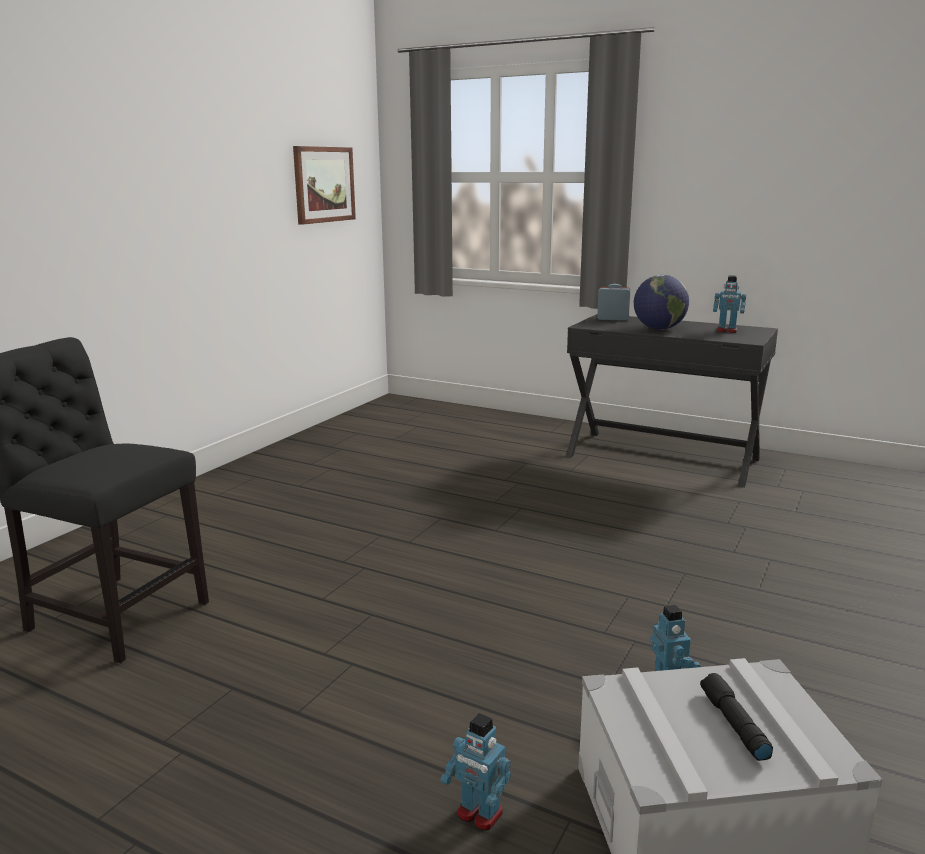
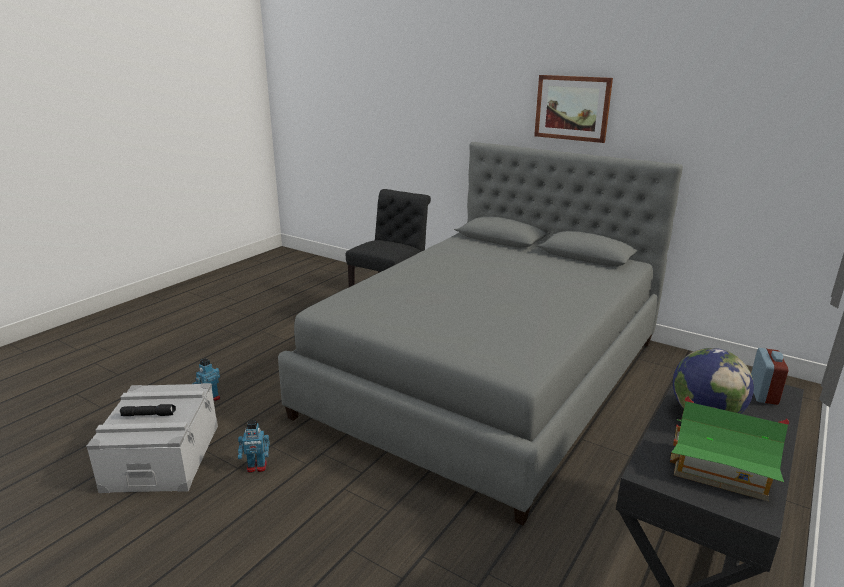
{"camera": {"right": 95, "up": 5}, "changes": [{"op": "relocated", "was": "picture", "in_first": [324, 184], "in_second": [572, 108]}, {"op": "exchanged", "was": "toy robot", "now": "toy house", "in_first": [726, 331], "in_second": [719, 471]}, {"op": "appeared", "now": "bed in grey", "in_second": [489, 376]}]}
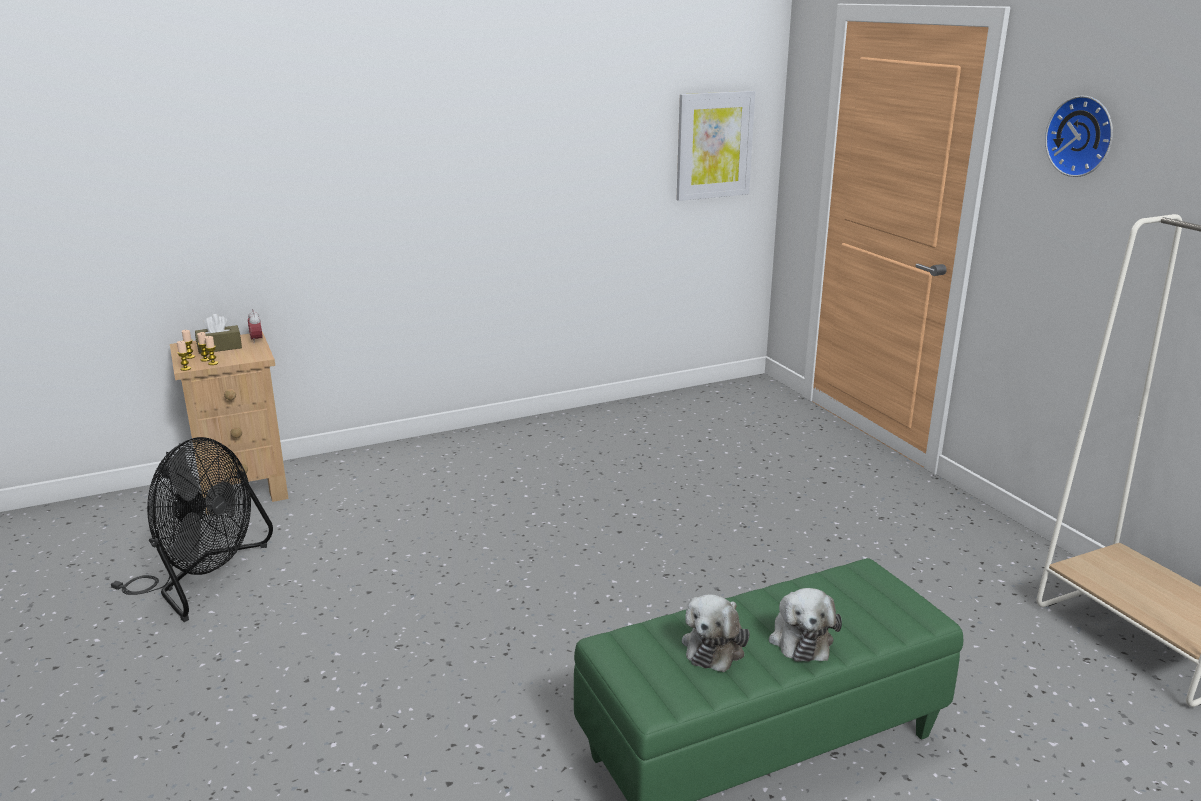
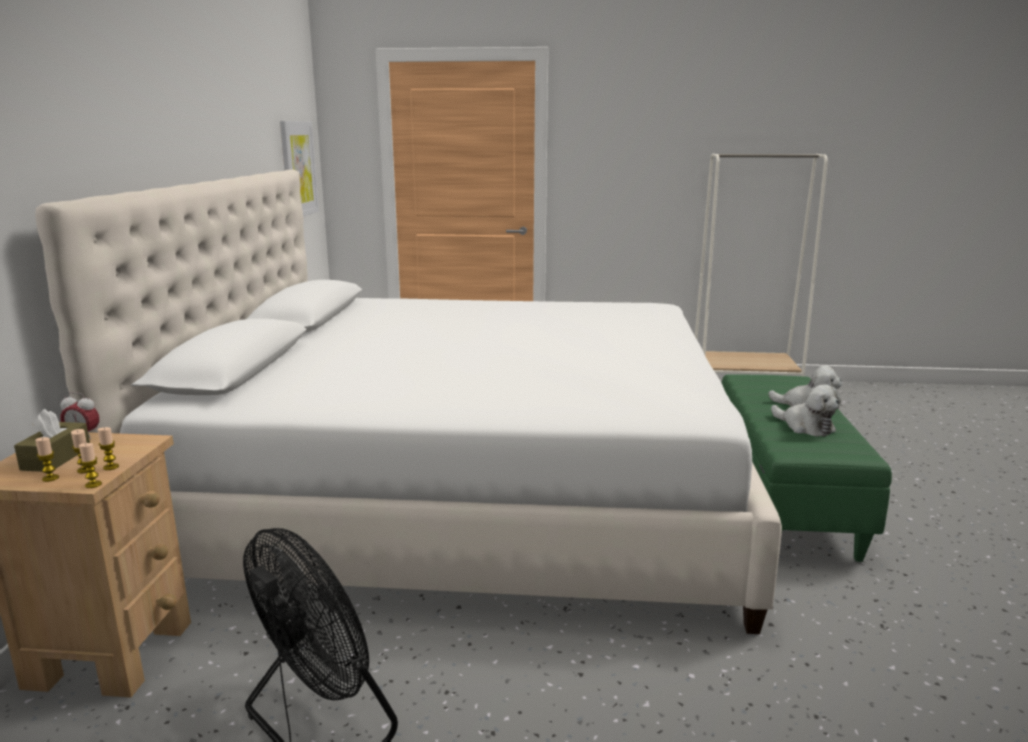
{"camera": {"right": -60, "up": -5}, "changes": [{"op": "missing", "was": "wall clock", "in_first": [1082, 136]}, {"op": "appeared", "now": "bed in white", "in_second": [465, 487]}]}
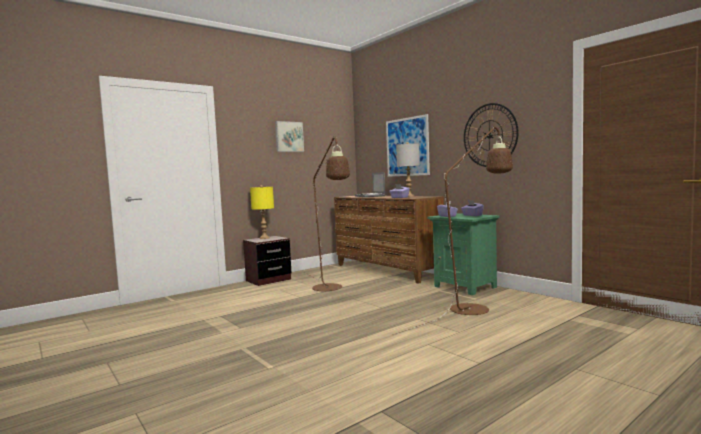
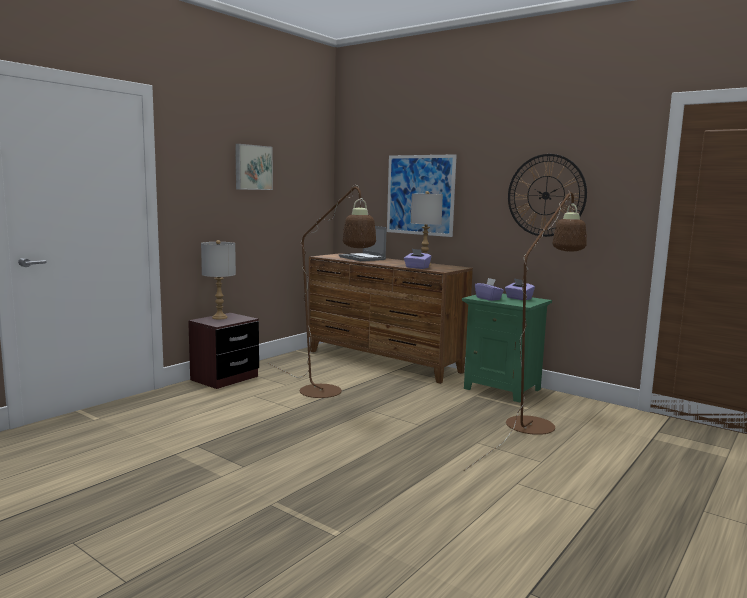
{"camera": {"right": -15, "up": 5}, "changes": [{"op": "colour", "was": "table lamp in yellow", "now": "table lamp in grey", "in_first": [264, 238], "in_second": [219, 317]}]}
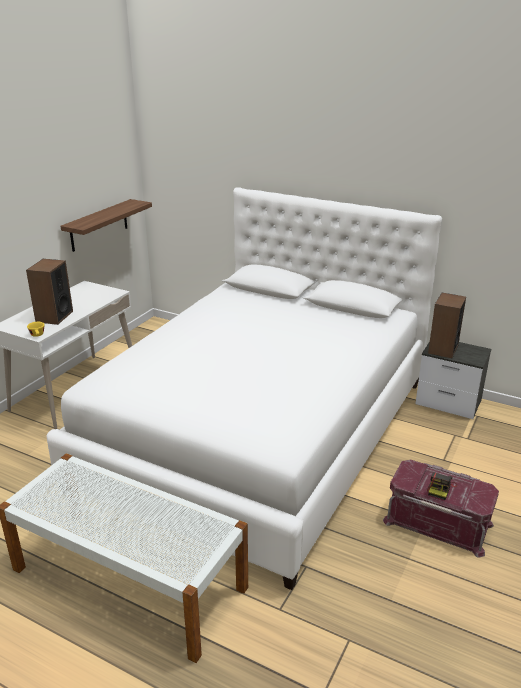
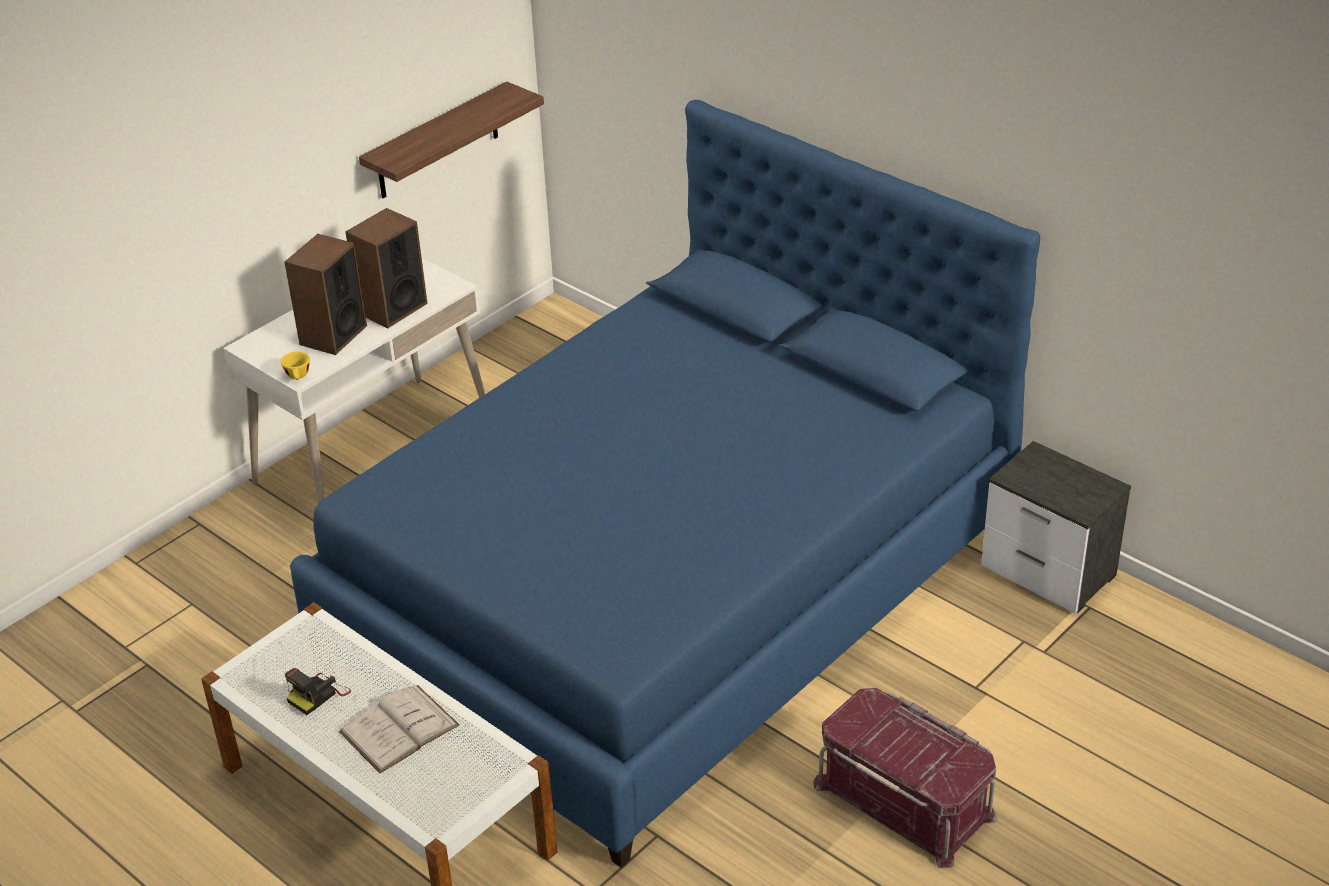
{"camera": {"right": 15, "up": 10}, "changes": [{"op": "colour", "was": "bed in white", "now": "bed in blue", "in_first": [261, 432], "in_second": [672, 586]}, {"op": "relocated", "was": "photo camera", "in_first": [440, 488], "in_second": [318, 695]}, {"op": "relocated", "was": "speaker", "in_first": [443, 349], "in_second": [392, 308]}, {"op": "appeared", "now": "book in white", "in_second": [399, 728]}]}
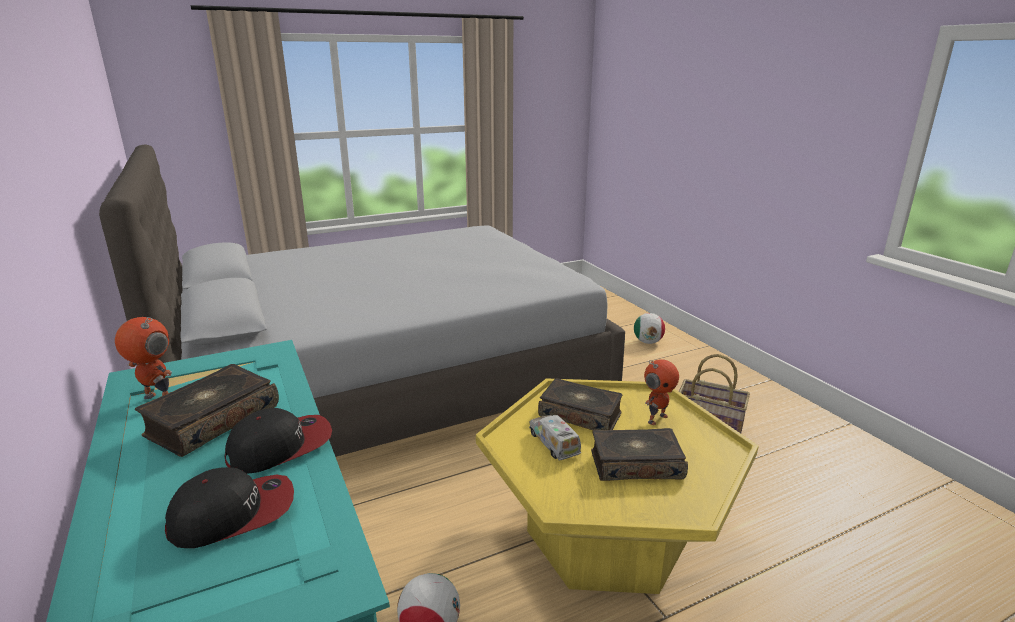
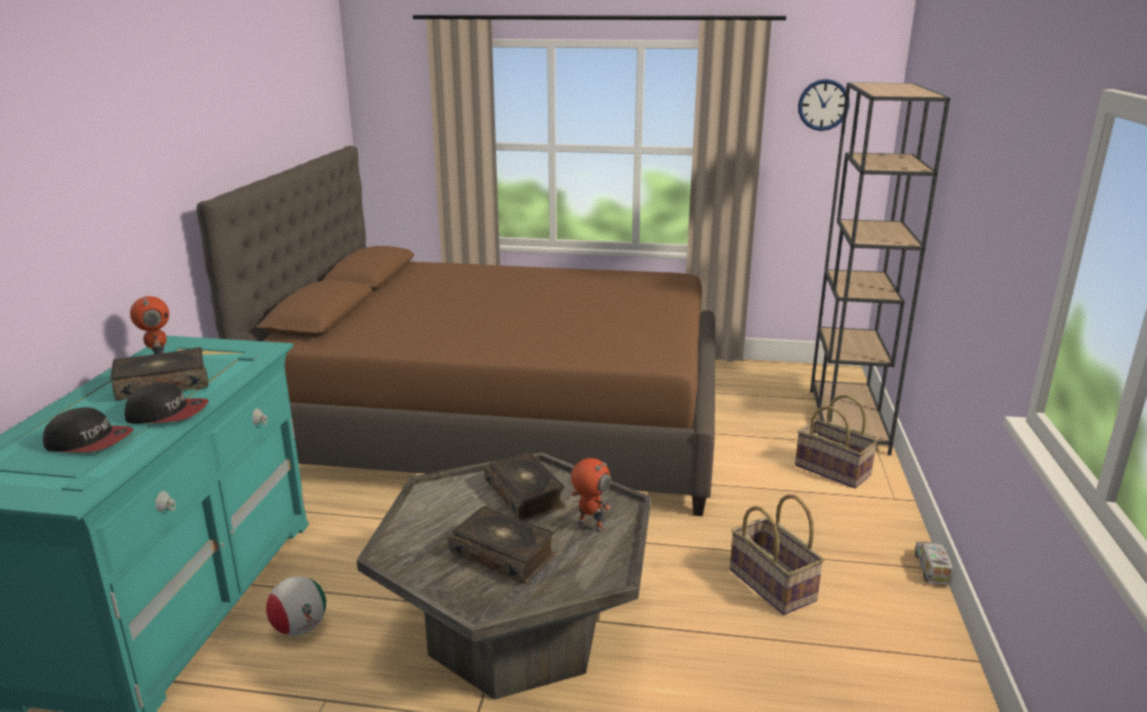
{"camera": {"right": 35, "up": 0}, "changes": [{"op": "colour", "was": "bed in grey", "now": "bed in brown", "in_first": [388, 380], "in_second": [501, 421]}, {"op": "colour", "was": "coffee table in yellow", "now": "coffee table in grey", "in_first": [608, 535], "in_second": [517, 632]}, {"op": "relocated", "was": "toy truck", "in_first": [554, 443], "in_second": [932, 569]}, {"op": "exchanged", "was": "football", "now": "basket", "in_first": [648, 342], "in_second": [833, 470]}, {"op": "spun", "was": "toy robot", "in_first": [656, 418], "in_second": [589, 526], "clockwise": -135}, {"op": "appeared", "now": "wall clock", "in_second": [823, 105]}, {"op": "appeared", "now": "bookcase", "in_second": [848, 421]}]}
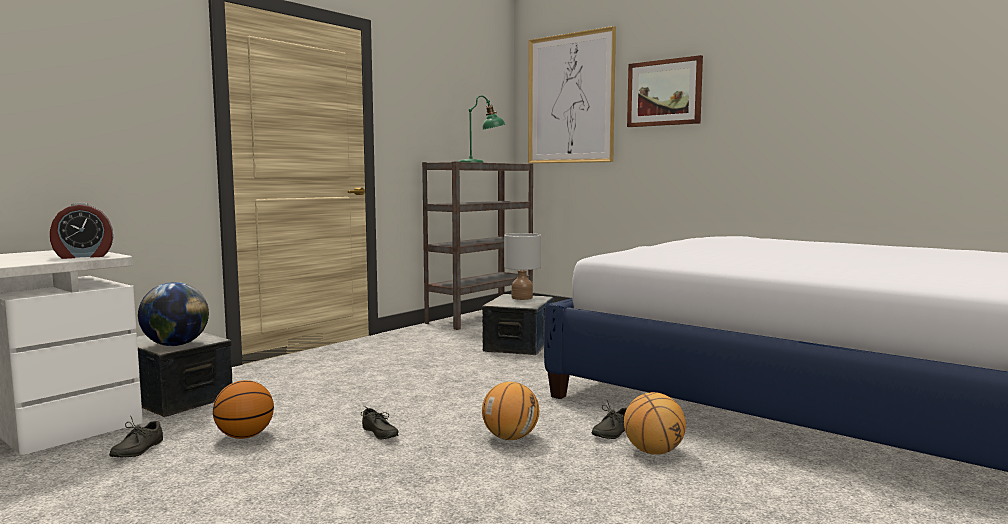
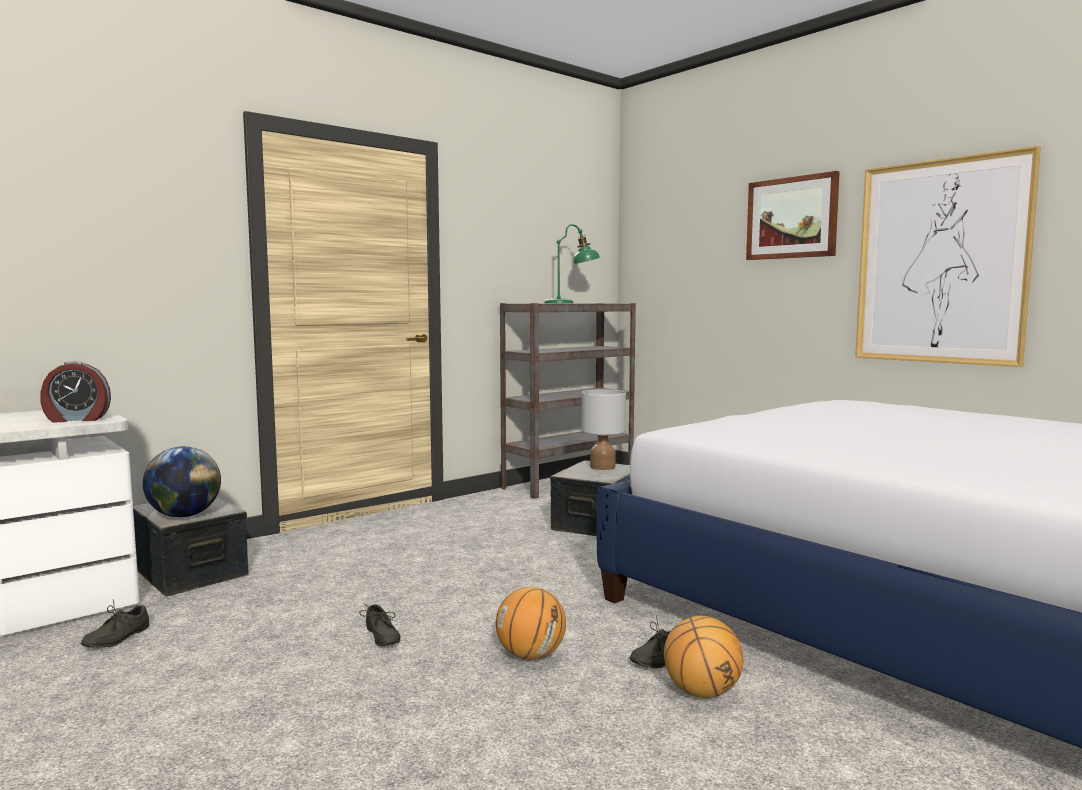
{"camera": {"right": 10, "up": 0}, "changes": [{"op": "missing", "was": "basketball", "in_first": [245, 436]}, {"op": "relocated", "was": "picture", "in_first": [570, 99], "in_second": [940, 262]}]}
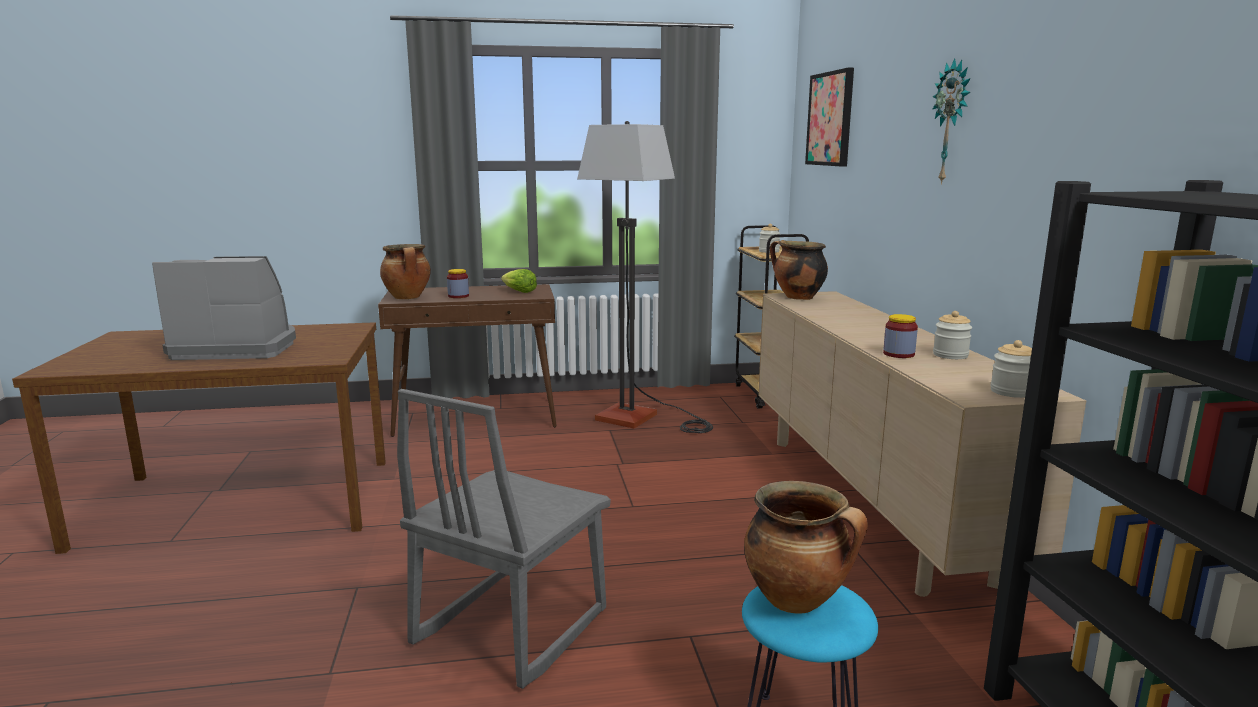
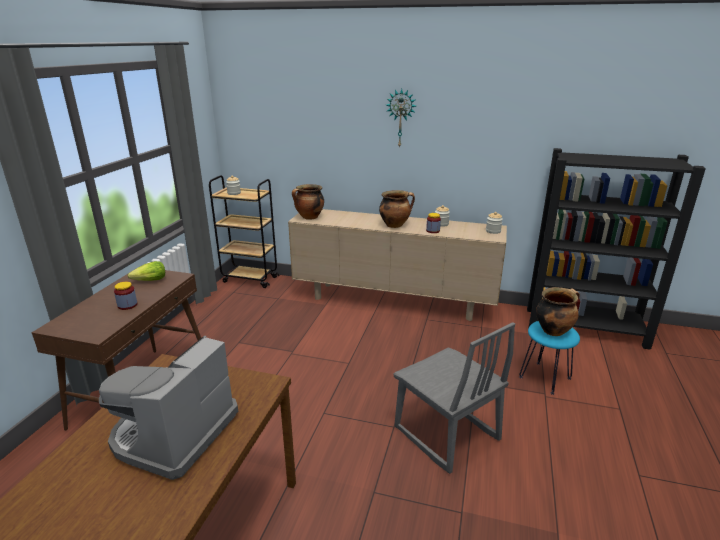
{"camera": {"right": -65, "up": 10}, "changes": [{"op": "relocated", "was": "cooking pot", "in_first": [408, 297], "in_second": [395, 225]}, {"op": "missing", "was": "floor lamp", "in_first": [643, 418]}, {"op": "missing", "was": "picture", "in_first": [830, 119]}]}
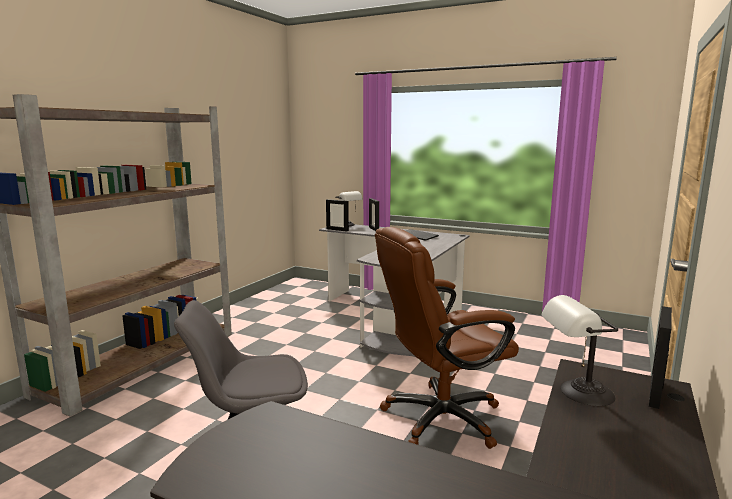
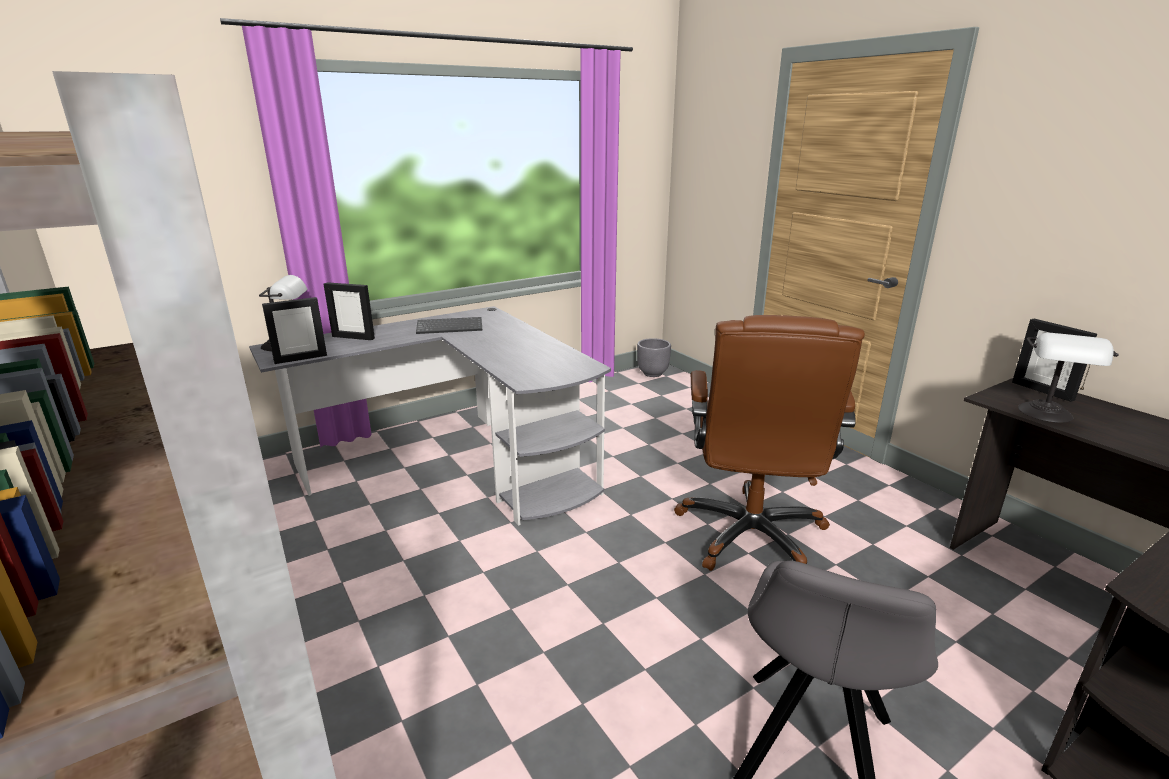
{"camera": {"right": -60, "up": 10}, "changes": [{"op": "appeared", "now": "planter in grey", "in_second": [652, 374]}]}
